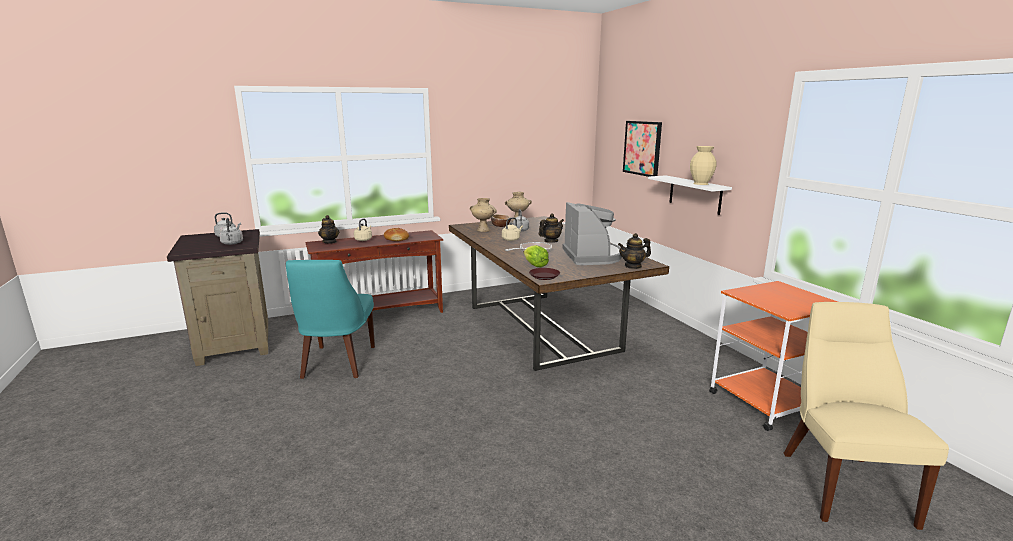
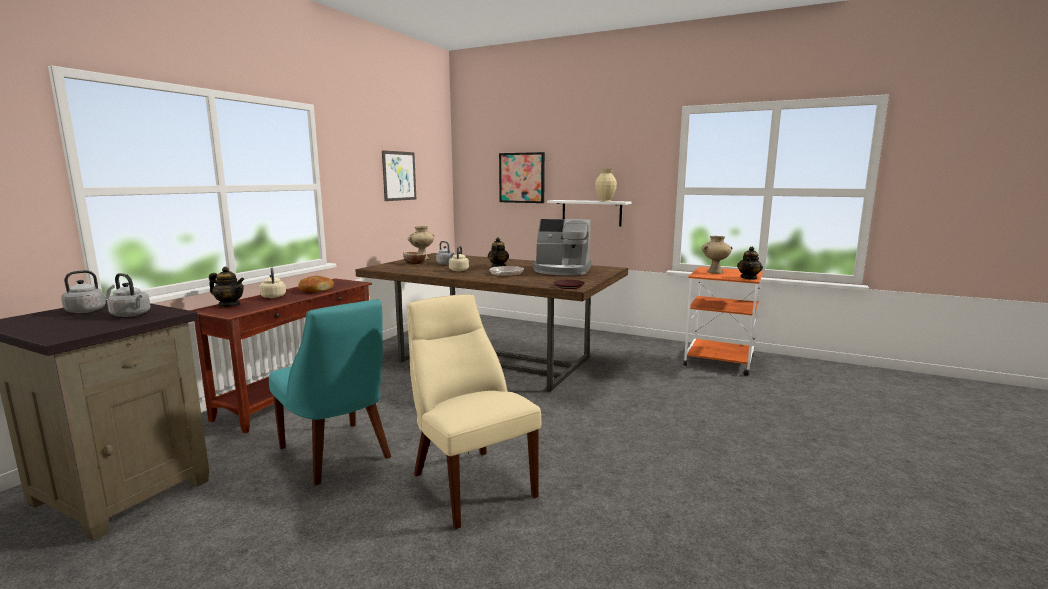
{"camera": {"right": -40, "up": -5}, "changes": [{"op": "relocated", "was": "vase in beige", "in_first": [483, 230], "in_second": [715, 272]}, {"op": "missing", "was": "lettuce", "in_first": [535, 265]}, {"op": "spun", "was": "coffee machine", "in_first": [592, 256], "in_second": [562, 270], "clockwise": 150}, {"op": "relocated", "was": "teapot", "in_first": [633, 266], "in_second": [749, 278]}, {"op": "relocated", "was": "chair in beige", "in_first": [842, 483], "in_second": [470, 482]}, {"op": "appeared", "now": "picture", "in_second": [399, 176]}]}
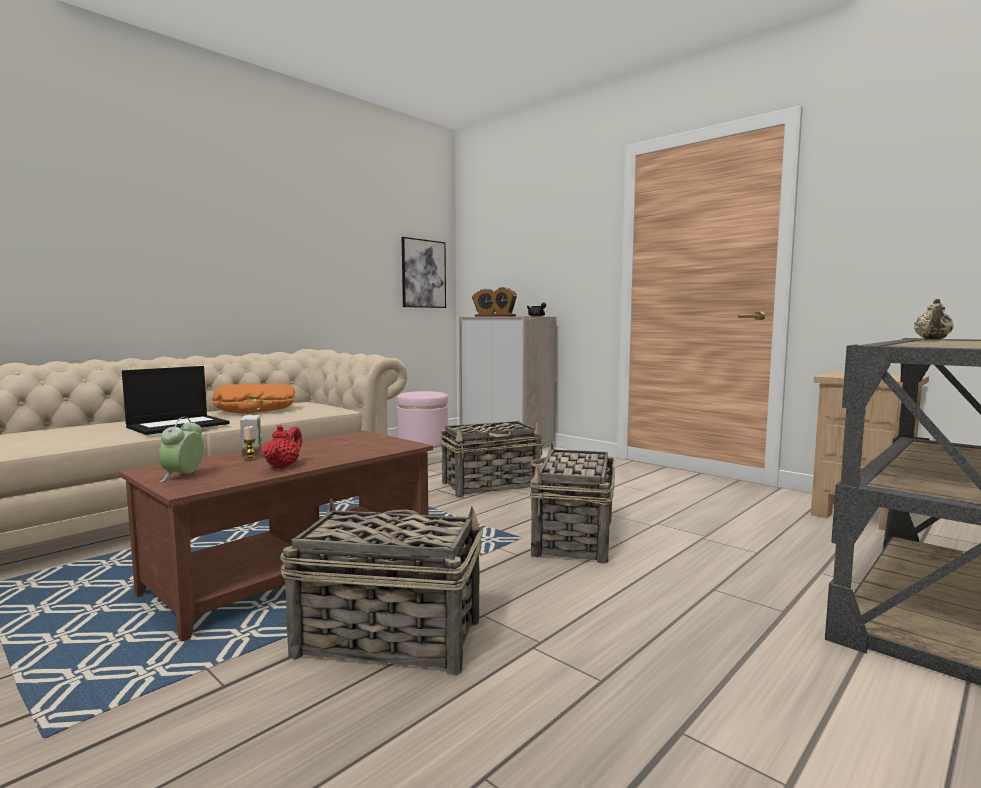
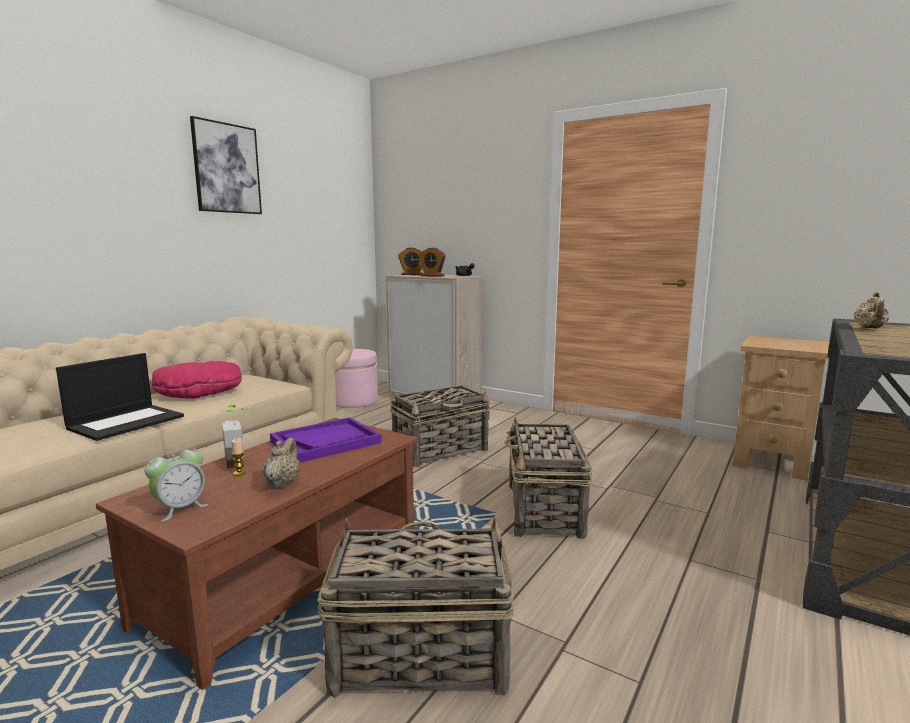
{"camera": {"right": -10, "up": 5}, "changes": [{"op": "spun", "was": "alarm clock", "in_first": [183, 476], "in_second": [180, 509], "clockwise": -135}, {"op": "colour", "was": "pillow in orange", "now": "pillow in pink", "in_first": [255, 410], "in_second": [198, 391]}, {"op": "colour", "was": "teapot in red", "now": "teapot in beige", "in_first": [283, 466], "in_second": [283, 483]}, {"op": "relocated", "was": "picture", "in_first": [423, 273], "in_second": [227, 168]}, {"op": "appeared", "now": "tray in purple", "in_second": [326, 442]}]}
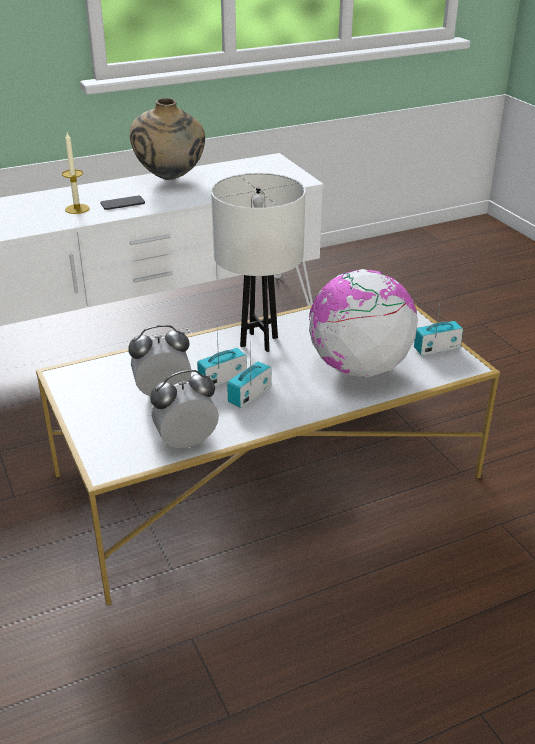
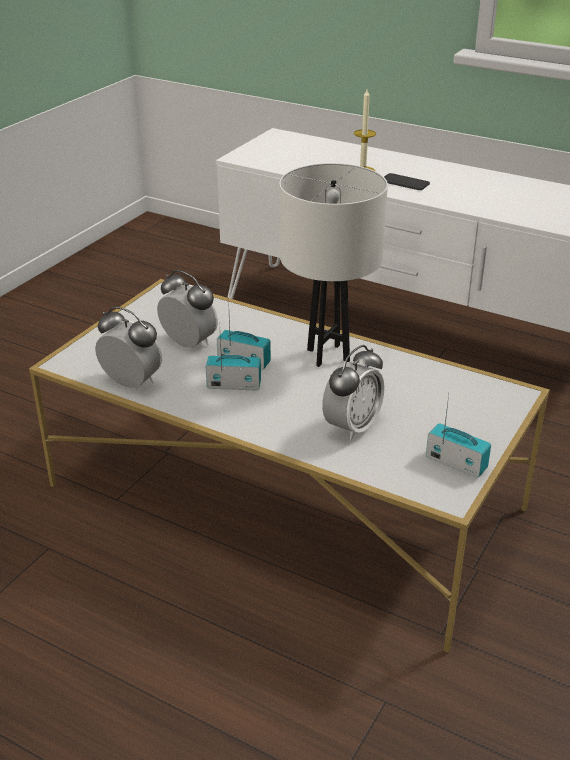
{"camera": {"right": 55, "up": 0}, "changes": [{"op": "missing", "was": "vase in beige", "in_first": [170, 179]}, {"op": "exchanged", "was": "globe", "now": "alarm clock", "in_first": [358, 368], "in_second": [352, 427]}]}
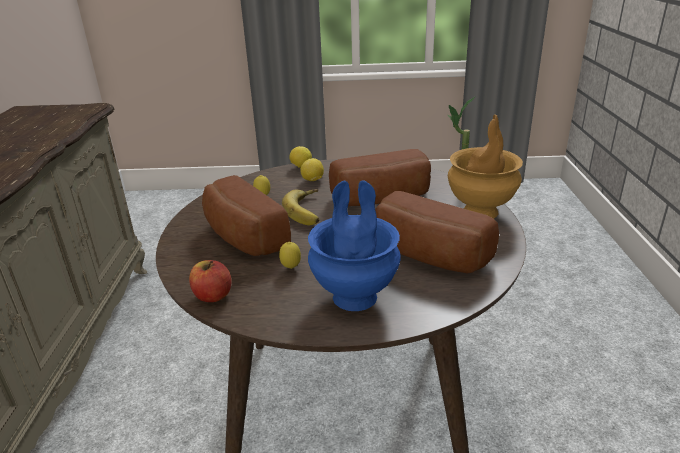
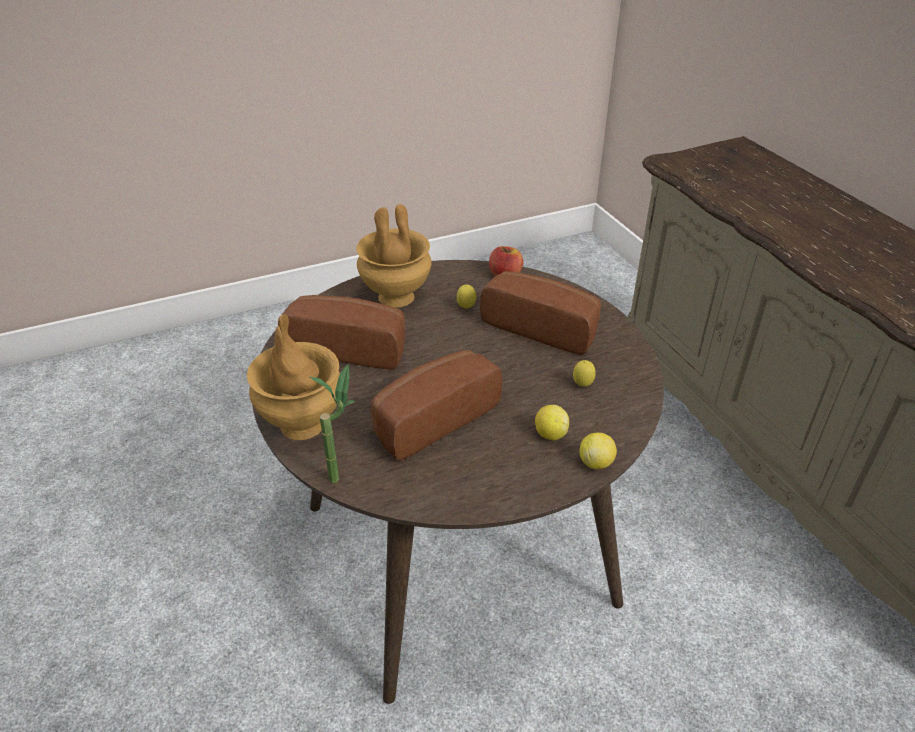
{"camera": {"right": 155, "up": 10}, "changes": [{"op": "missing", "was": "banana", "in_first": [309, 210]}, {"op": "colour", "was": "vase in blue", "now": "vase in brown", "in_first": [356, 297], "in_second": [395, 297]}]}
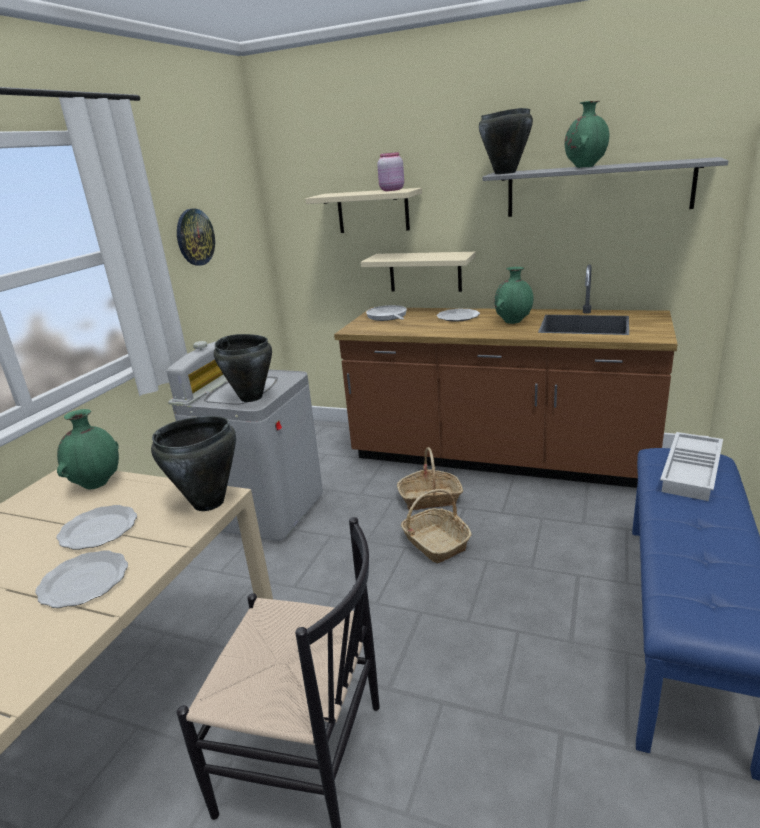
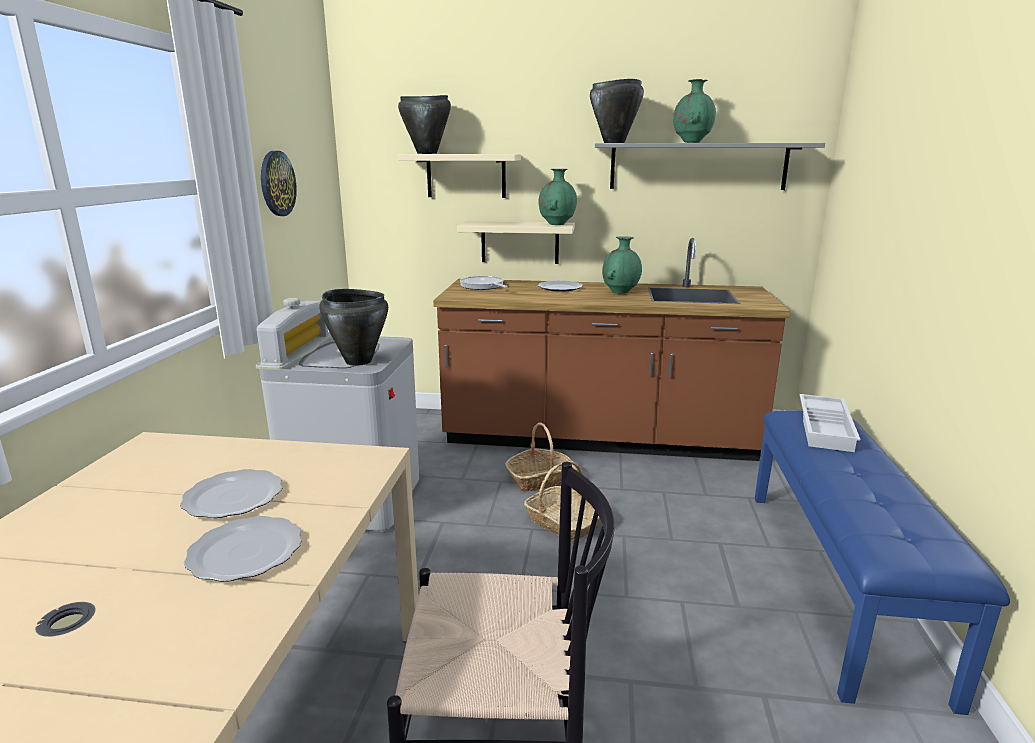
{"camera": {"right": -15, "up": -5}, "changes": [{"op": "relocated", "was": "vase in green", "in_first": [97, 484], "in_second": [557, 225]}, {"op": "relocated", "was": "cooking pot in black", "in_first": [209, 503], "in_second": [427, 153]}, {"op": "missing", "was": "jar in pink", "in_first": [391, 190]}]}
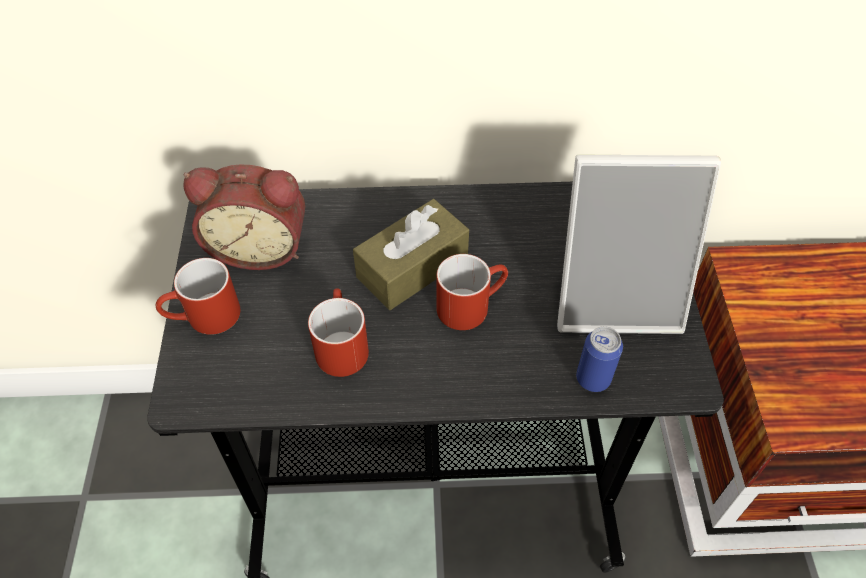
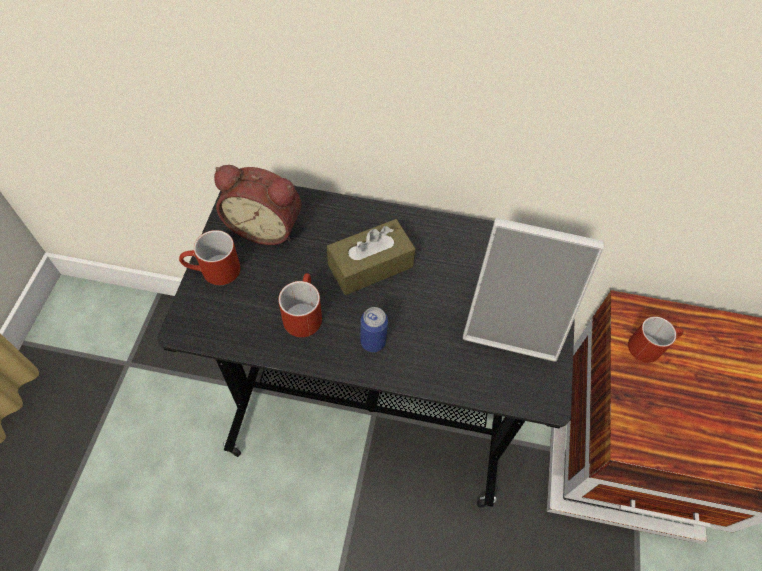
{"camera": {"right": 10, "up": 5}, "changes": [{"op": "relocated", "was": "mug in red", "in_first": [470, 304], "in_second": [649, 345]}, {"op": "relocated", "was": "can", "in_first": [593, 379], "in_second": [373, 342]}]}
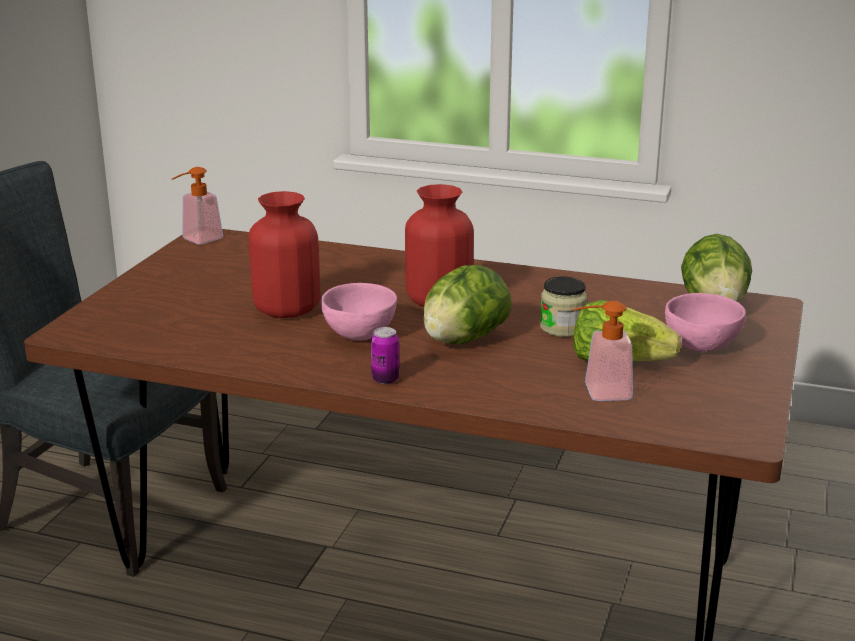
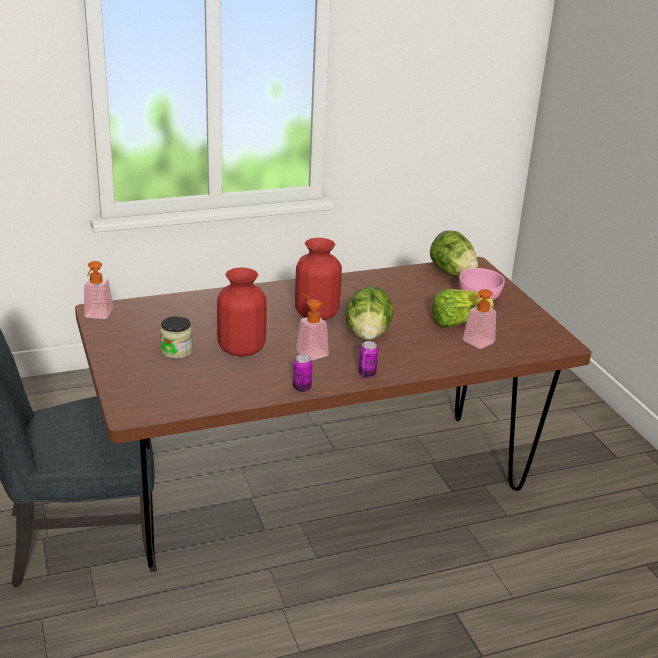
{"camera": {"right": -40, "up": 5}, "changes": [{"op": "exchanged", "was": "bowl in pink", "now": "soap dispenser", "in_first": [358, 334], "in_second": [309, 351]}, {"op": "relocated", "was": "jar", "in_first": [562, 328], "in_second": [176, 351]}, {"op": "appeared", "now": "can", "in_second": [302, 388]}]}
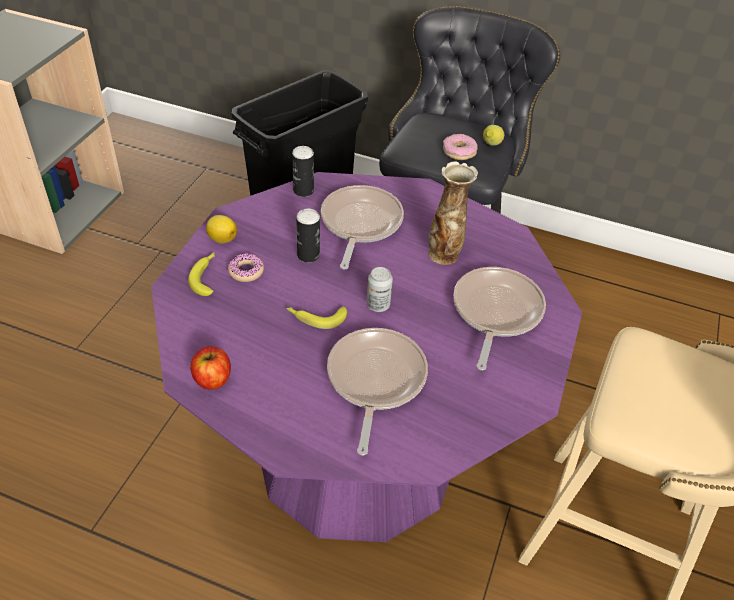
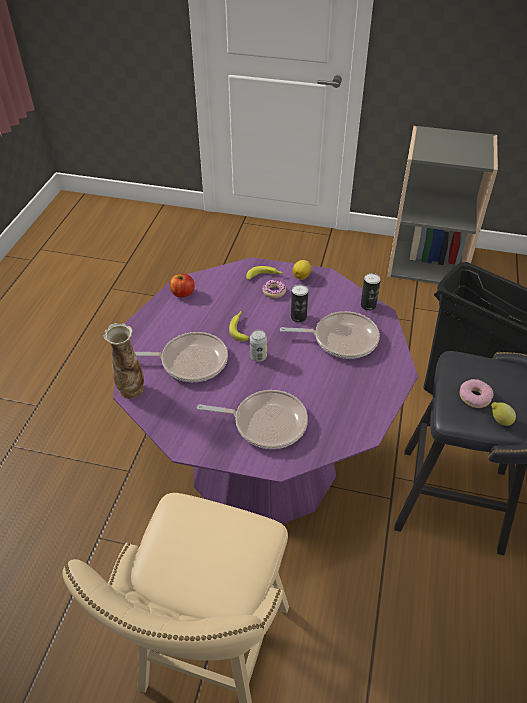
{"camera": {"right": 85, "up": 0}, "changes": [{"op": "relocated", "was": "vase", "in_first": [444, 254], "in_second": [131, 390]}]}
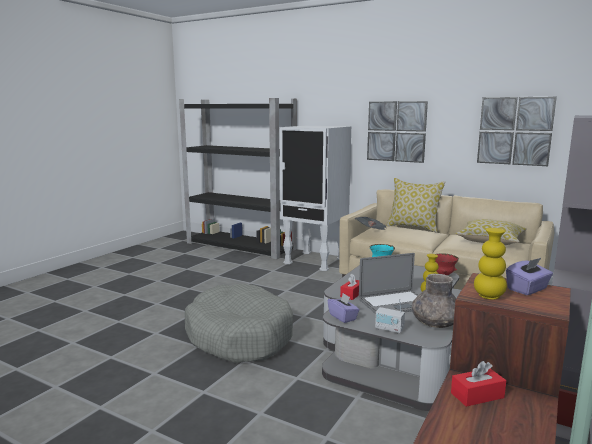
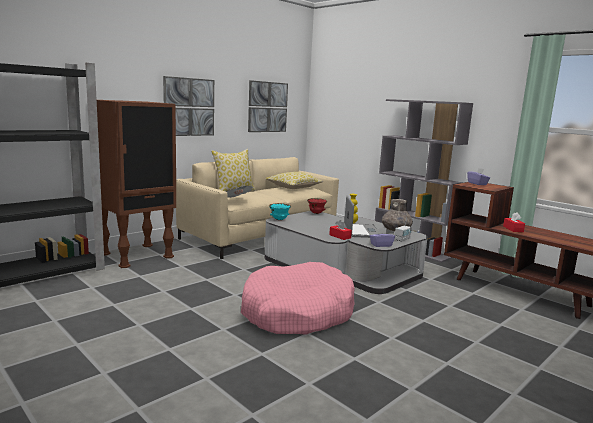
{"camera": {"right": -75, "up": 0}, "changes": [{"op": "colour", "was": "dog bed in grey", "now": "dog bed in pink", "in_first": [239, 336], "in_second": [297, 312]}, {"op": "colour", "was": "cabinet in white", "now": "cabinet in brown", "in_first": [315, 261], "in_second": [138, 255]}, {"op": "missing", "was": "vase in yellow", "in_first": [488, 296]}]}
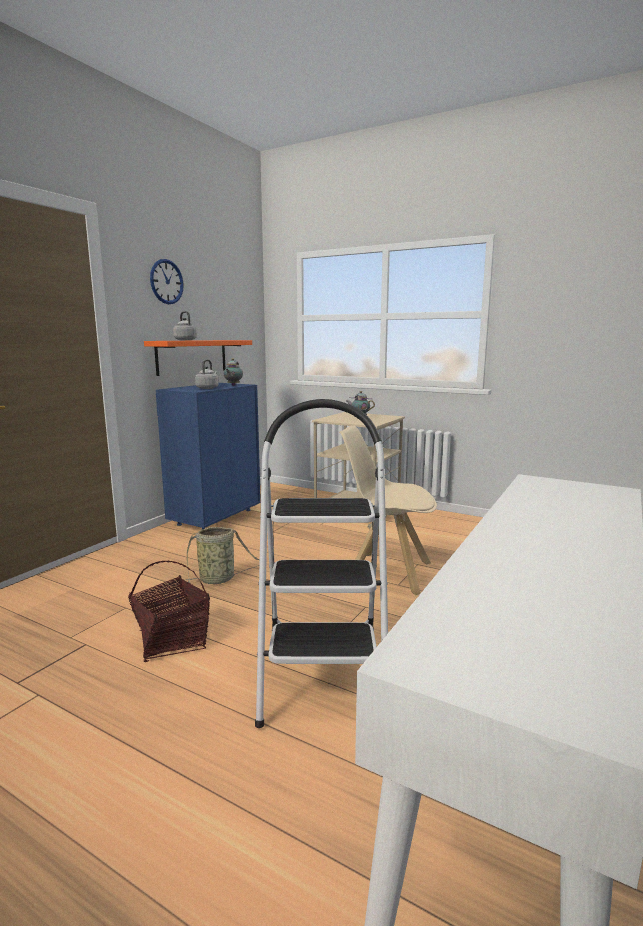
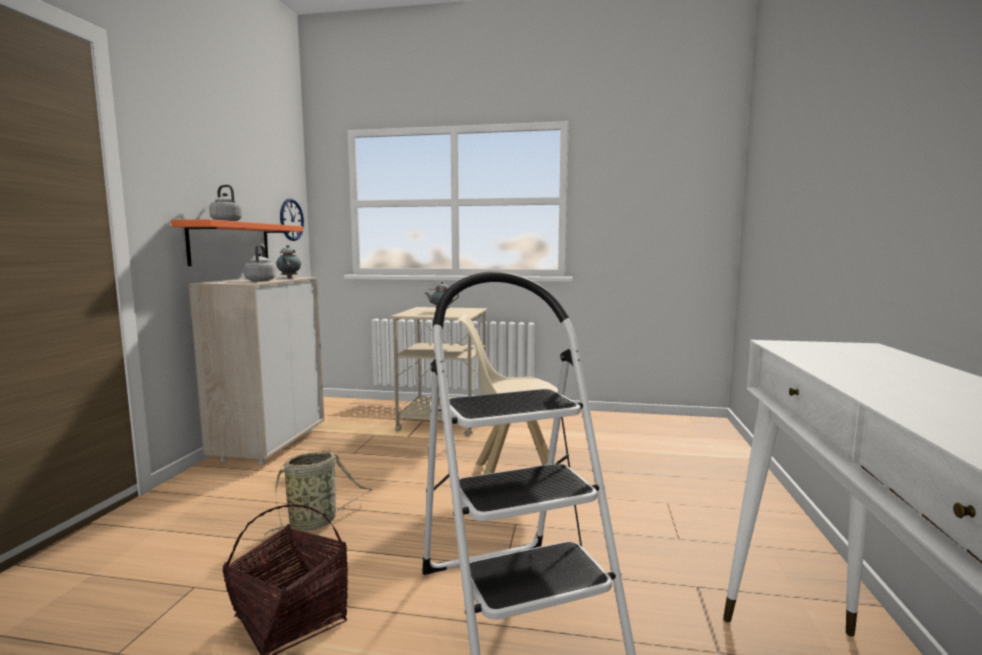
{"camera": {"right": -20, "up": -5}, "changes": [{"op": "relocated", "was": "wall clock", "in_first": [166, 281], "in_second": [291, 219]}, {"op": "colour", "was": "cabinet in blue", "now": "cabinet in beige", "in_first": [215, 517], "in_second": [270, 444]}]}
